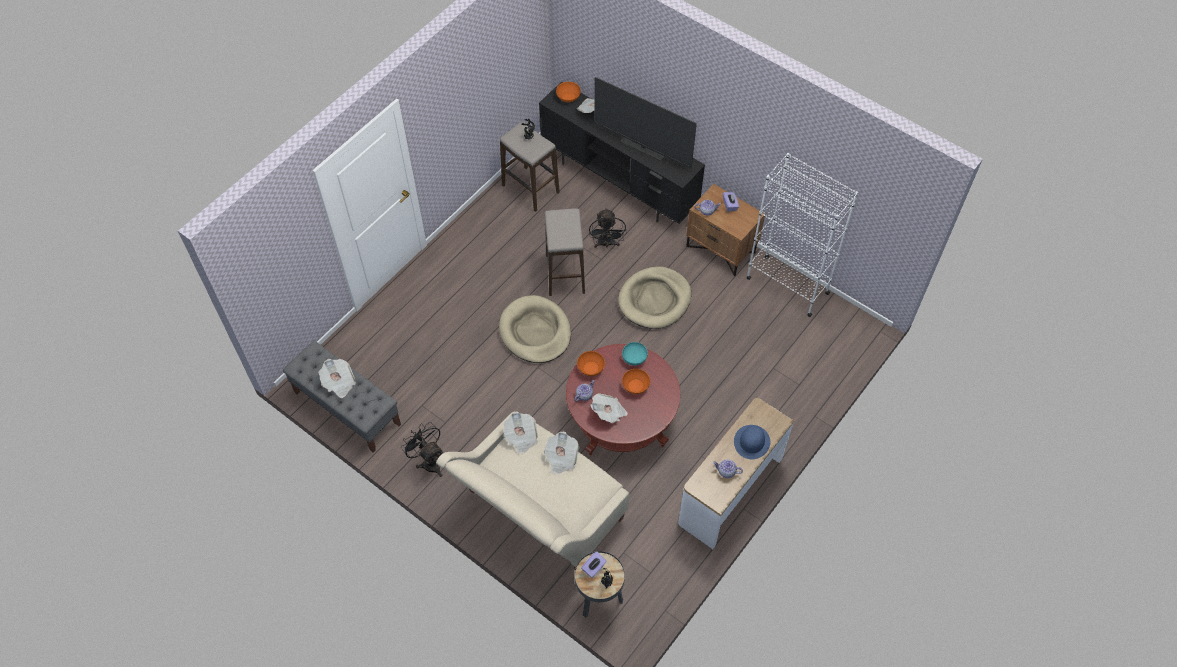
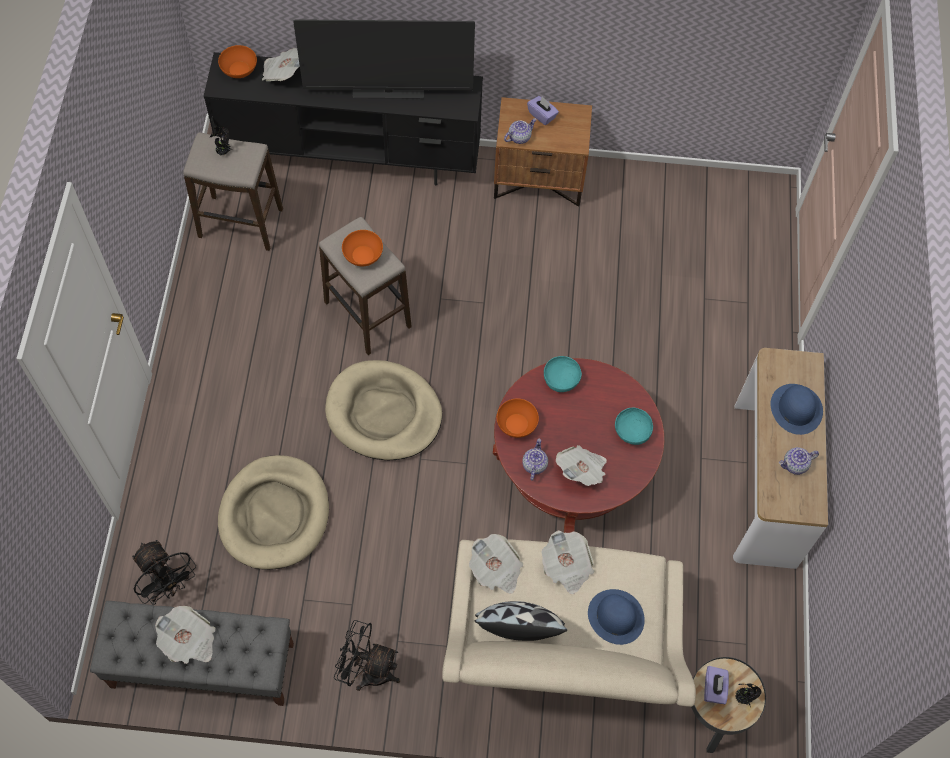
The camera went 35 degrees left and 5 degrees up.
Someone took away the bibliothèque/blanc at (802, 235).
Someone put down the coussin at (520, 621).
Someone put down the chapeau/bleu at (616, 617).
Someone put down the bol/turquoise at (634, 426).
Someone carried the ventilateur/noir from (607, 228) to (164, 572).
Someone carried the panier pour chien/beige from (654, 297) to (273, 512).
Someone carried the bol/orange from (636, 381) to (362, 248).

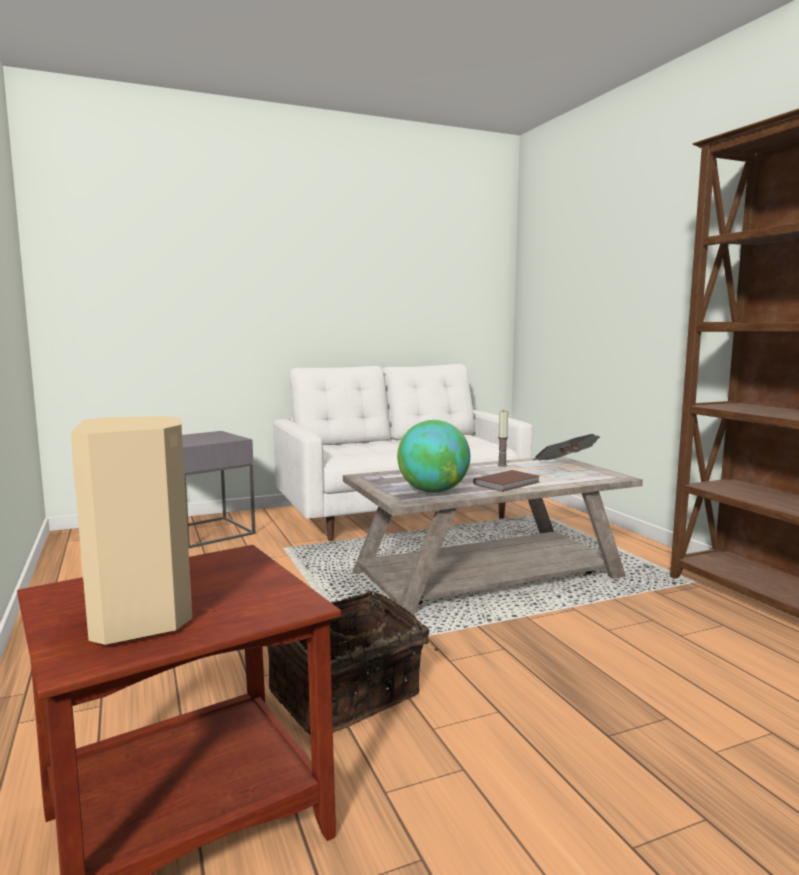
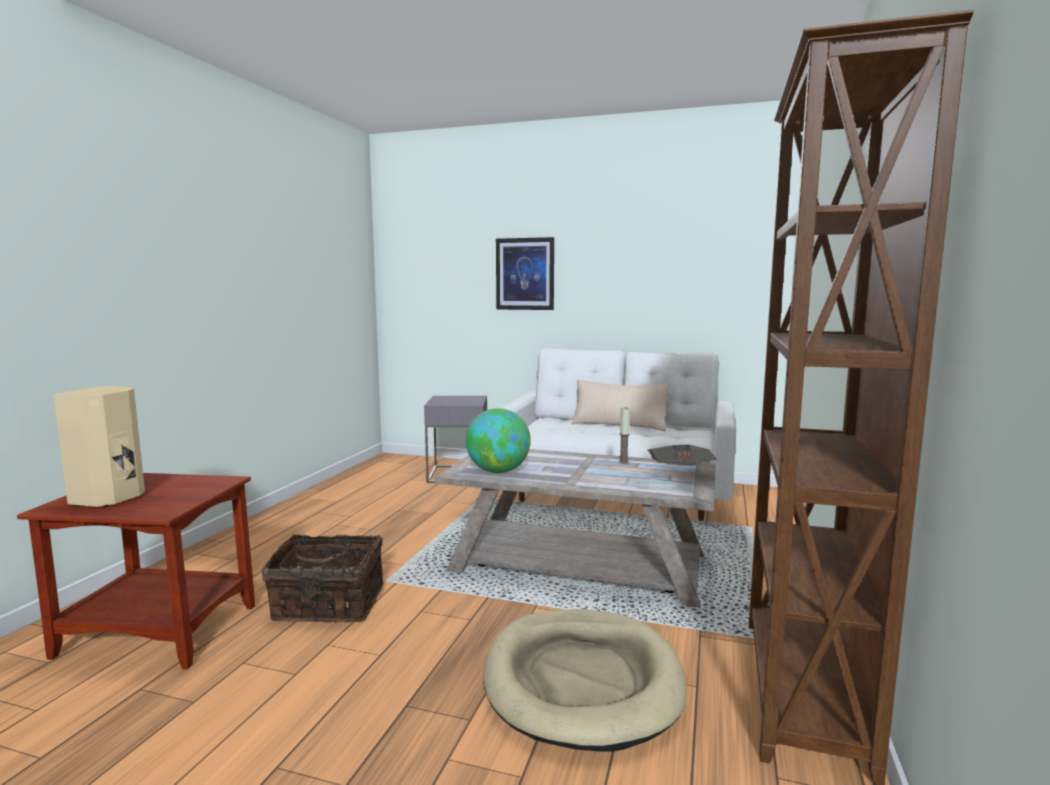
The camera went 40 degrees right and 0 degrees up.
Someone took away the livre/marron at (506, 481).
Someone put down the panier pour chien/beige at (585, 680).
Someone put up the tableau at (525, 273).
Someone put down the coussin/beige at (620, 405).

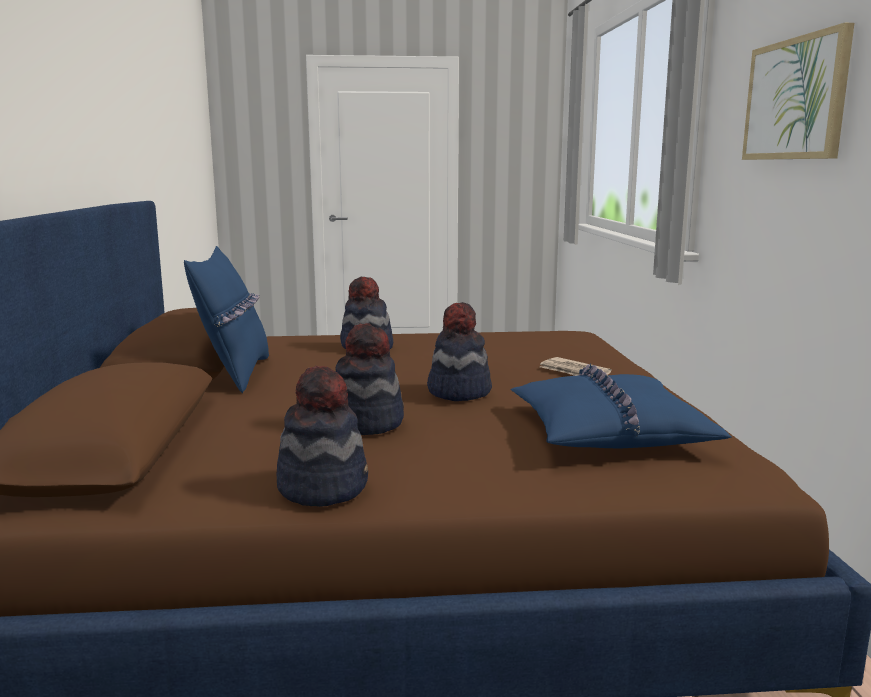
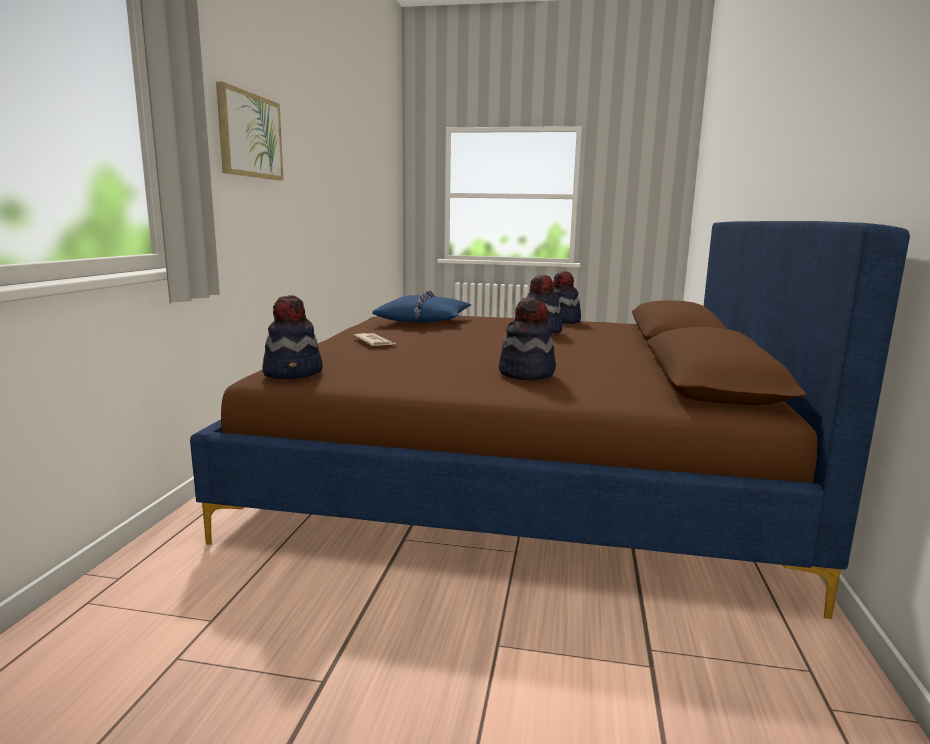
The camera went 165 degrees left and 0 degrees up.
Someone took away the coussin/bleu at (226, 319).
Someone carried the chapeau from (459, 351) to (292, 337).

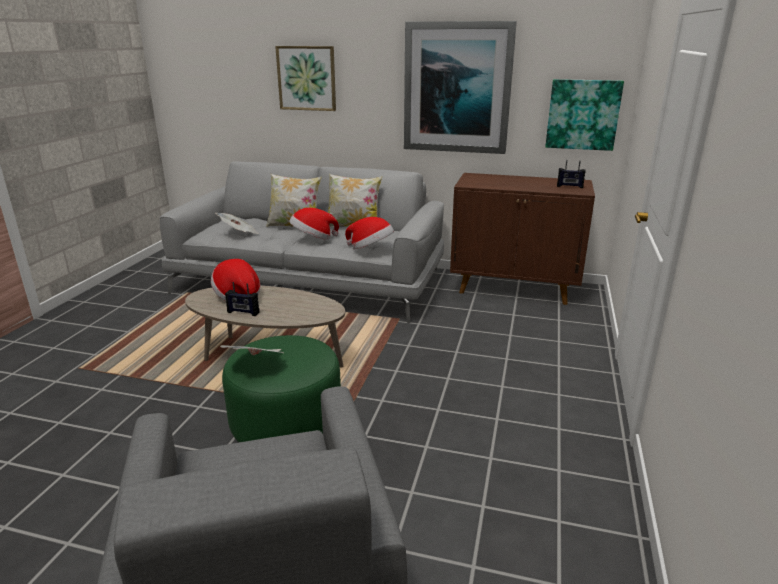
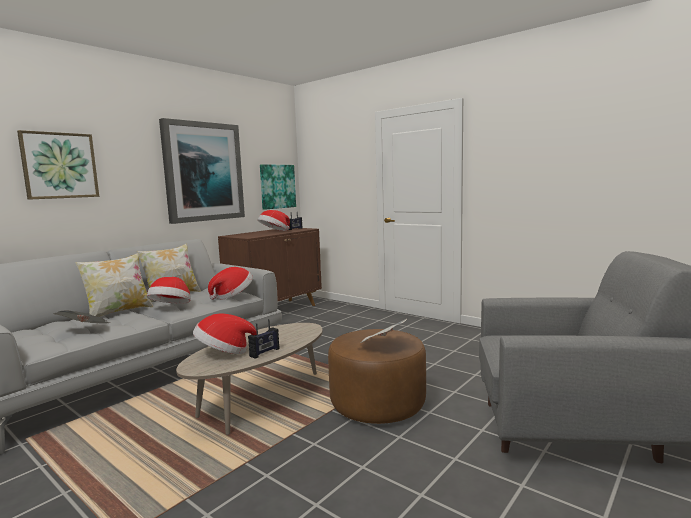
The camera went 65 degrees left and 15 degrees down.
Someone put down the chapeau at (274, 220).
Someone repainted the pouf/vert at (281, 388), which became the pouf/marron at (377, 376).

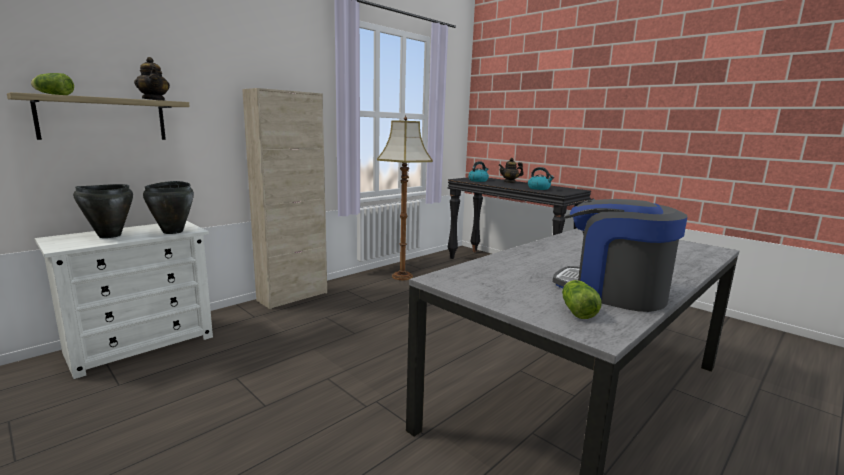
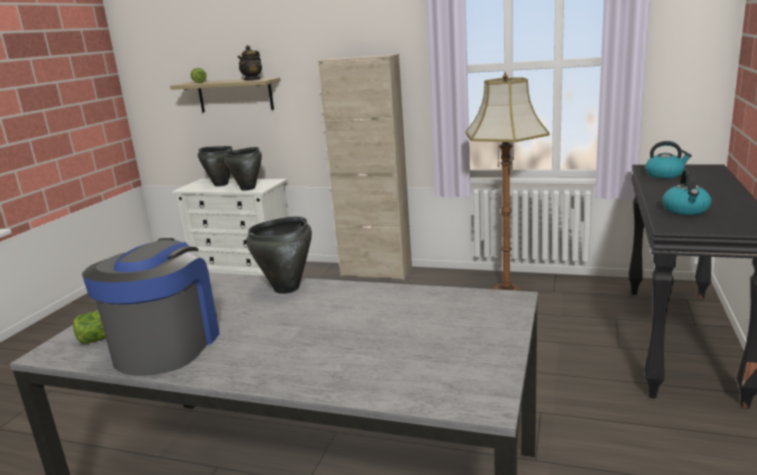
The camera went 65 degrees right and 5 degrees up.
Someone took away the théière at (511, 170).
Someone put down the marmite/noir at (279, 255).

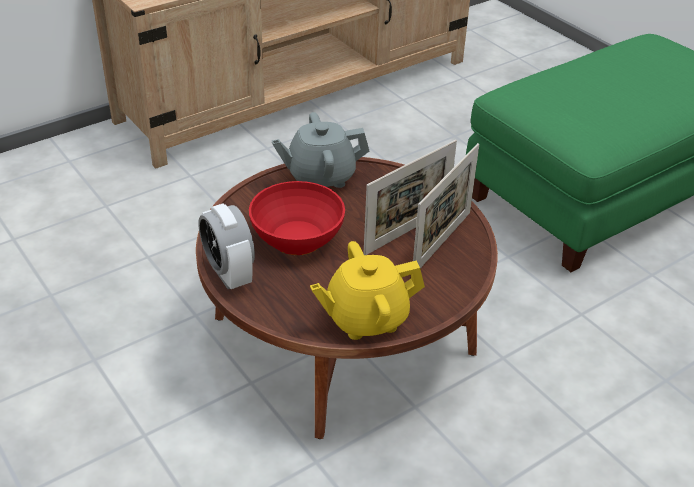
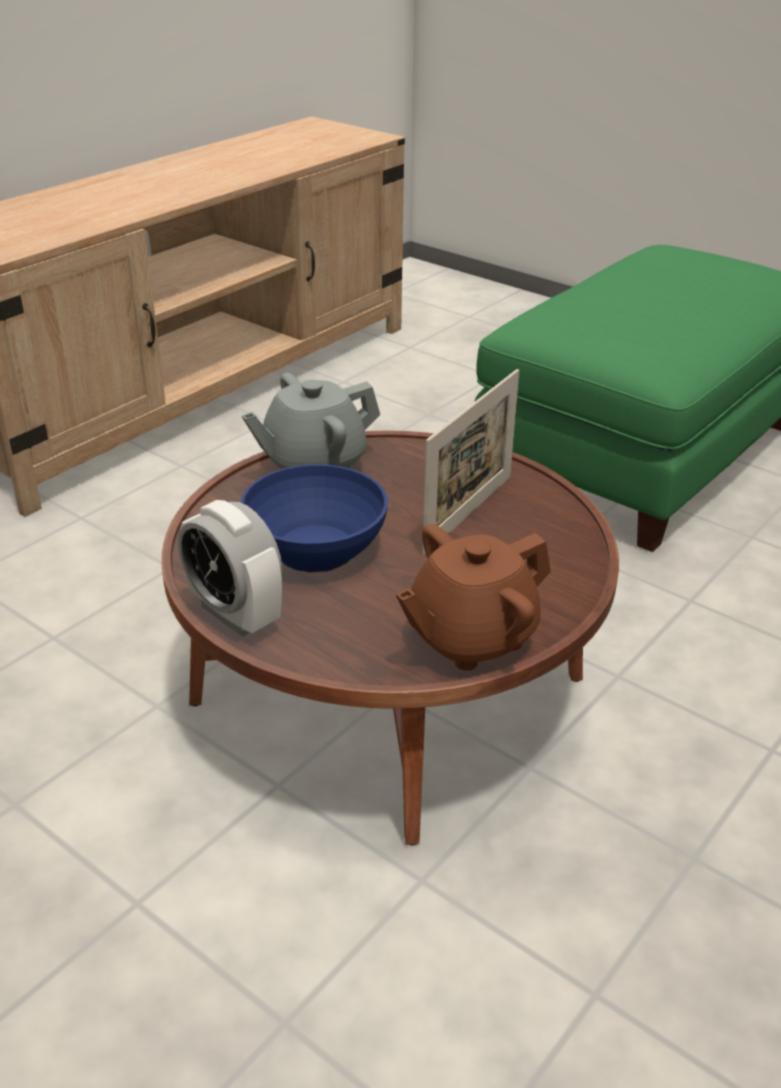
The camera went 15 degrees left and 5 degrees down.
Someone took away the cadre photo at (446, 205).
Someone repainted the bol/rouge at (297, 218), which became the bol/bleu at (314, 518).
Someone repainted the théière/jaune at (367, 290), which became the théière/marron at (473, 597).

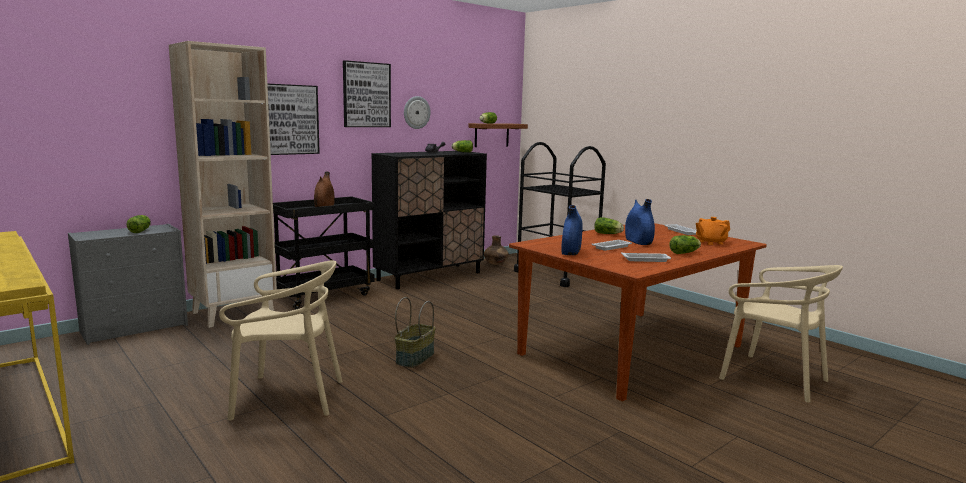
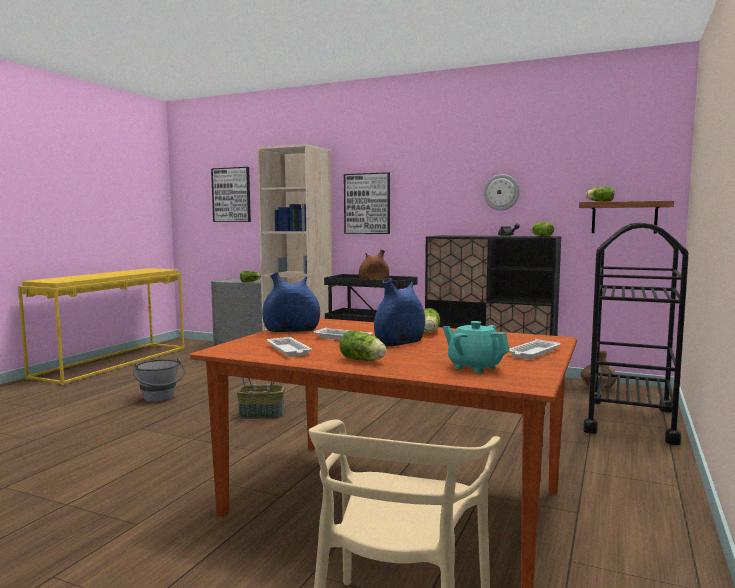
The camera went 65 degrees right and 5 degrees down.
Someone carried the tableau from (367, 93) to (231, 194).
Someone swapped the chaise/beige at (281, 341) for the seau/gris at (159, 380).
Someone repainted the théière/orange at (713, 231), which became the théière/turquoise at (476, 347).

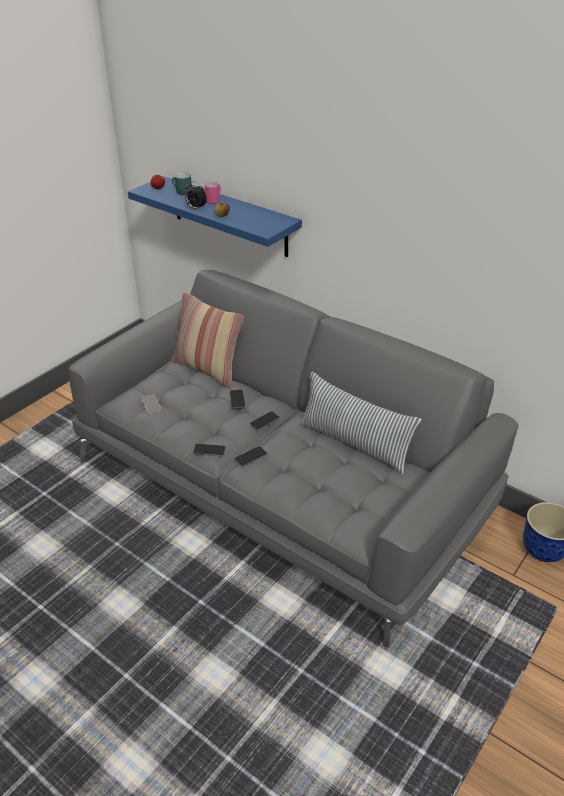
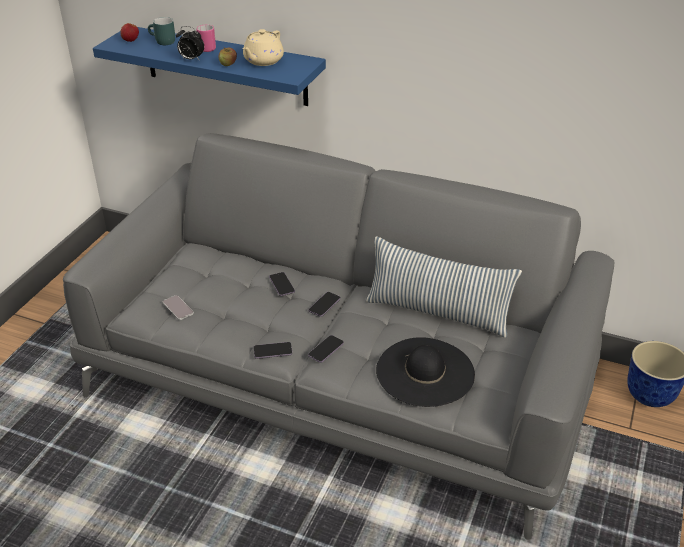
The camera went 15 degrees left and 0 degrees up.
Someone took away the coussin at (208, 340).
Someone put down the théière/beige at (263, 47).
Someone put down the chapeau/noir at (425, 372).

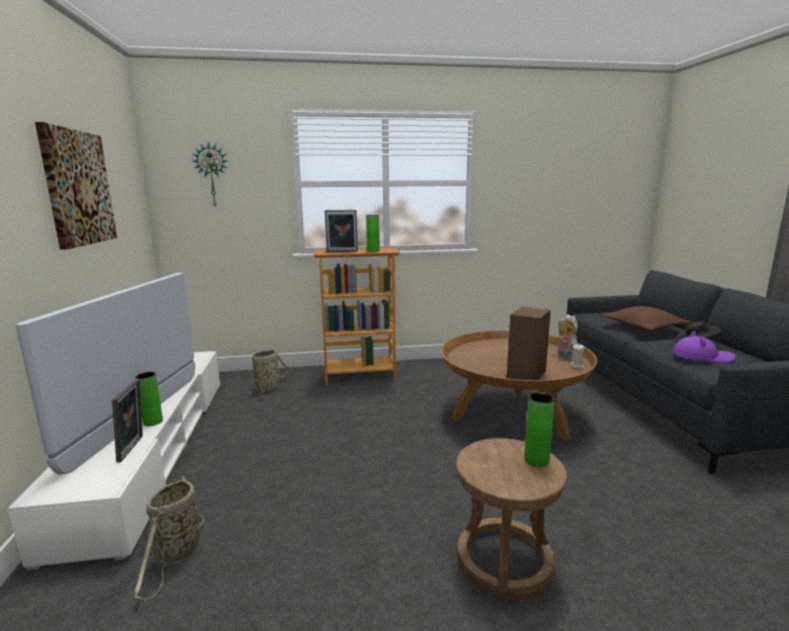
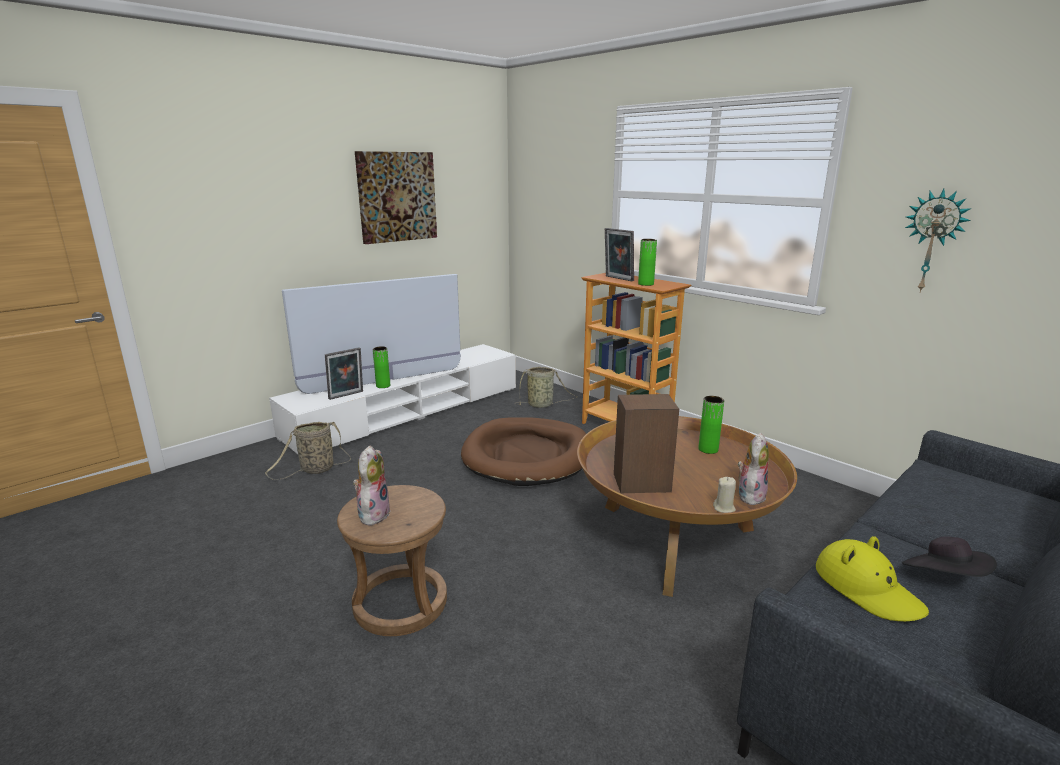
The camera went 55 degrees right and 5 degrees up.
Someone took away the coussin/marron at (646, 318).
Someone put down the peluche at (372, 485).
Someone put down the panier pour chien/marron at (523, 451).
Someone carried the horloge murale from (210, 174) to (938, 241).
Someone carried the vase/vert from (539, 429) to (711, 425).
Someone repainted the chapeau/violet at (704, 347), which became the chapeau/jaune at (872, 578).

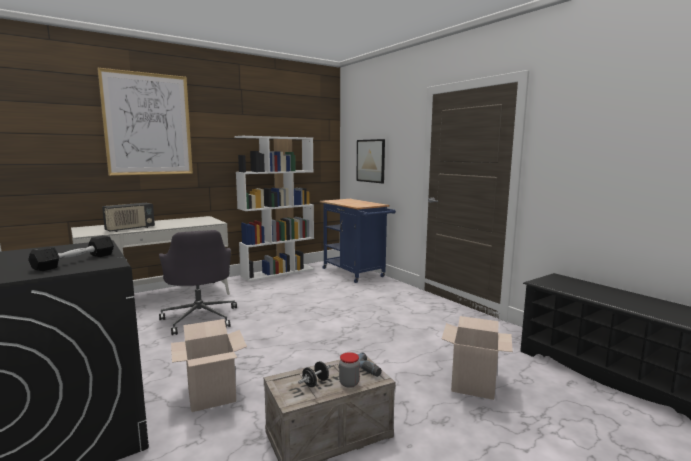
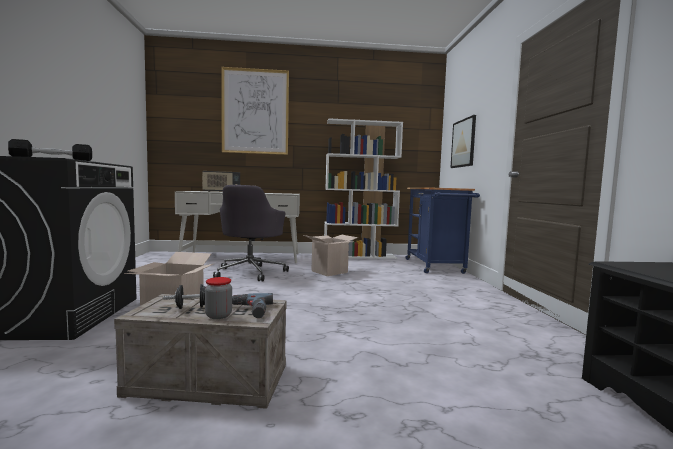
The camera went 30 degrees right and 5 degrees down.
Someone carried the carton from (477, 358) to (330, 255).

